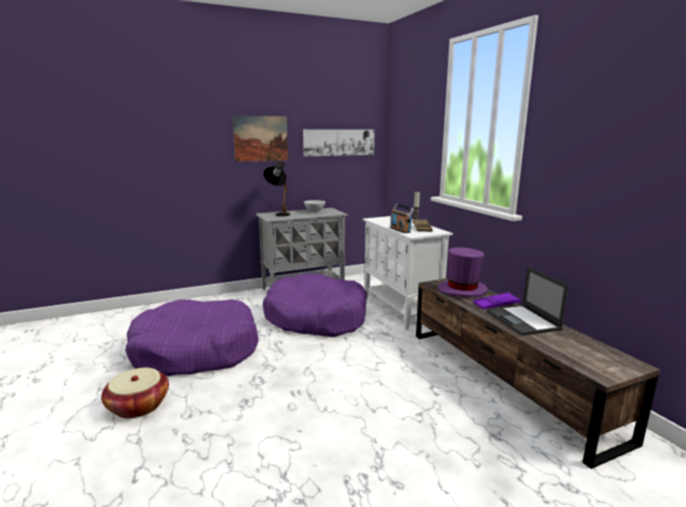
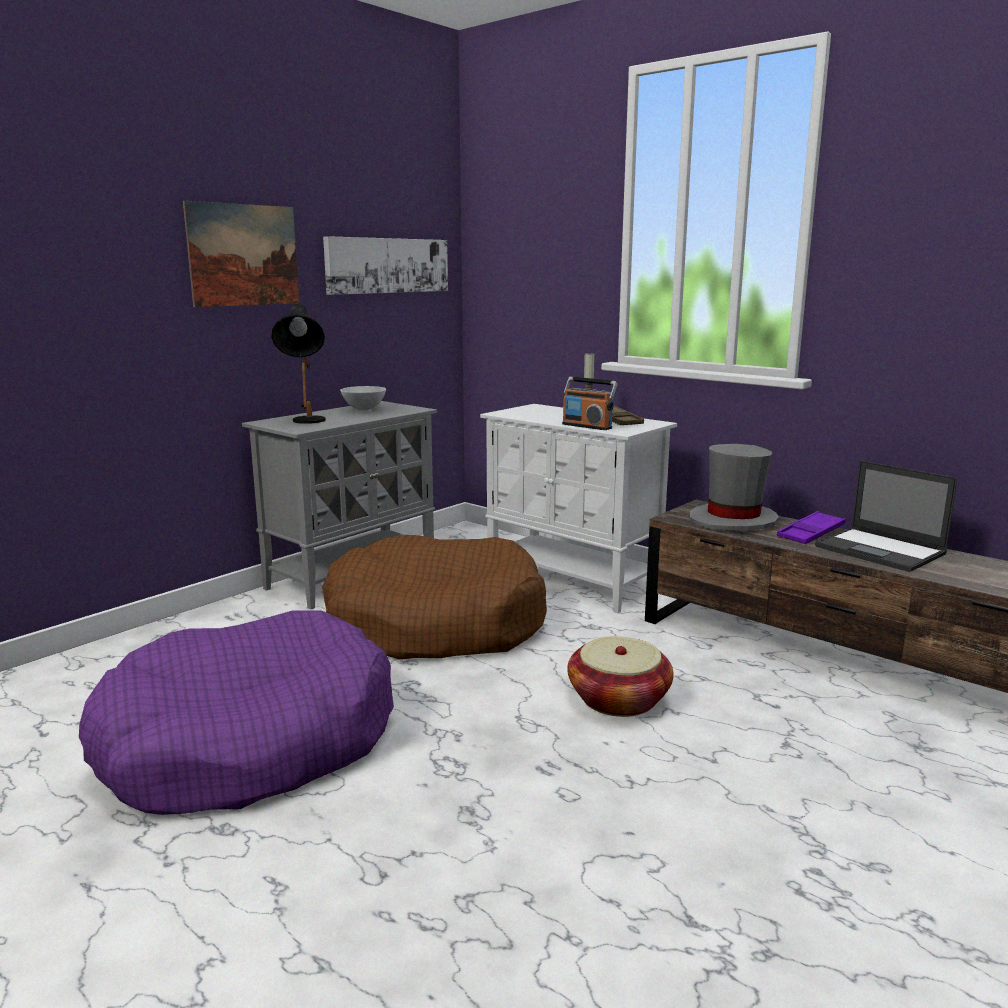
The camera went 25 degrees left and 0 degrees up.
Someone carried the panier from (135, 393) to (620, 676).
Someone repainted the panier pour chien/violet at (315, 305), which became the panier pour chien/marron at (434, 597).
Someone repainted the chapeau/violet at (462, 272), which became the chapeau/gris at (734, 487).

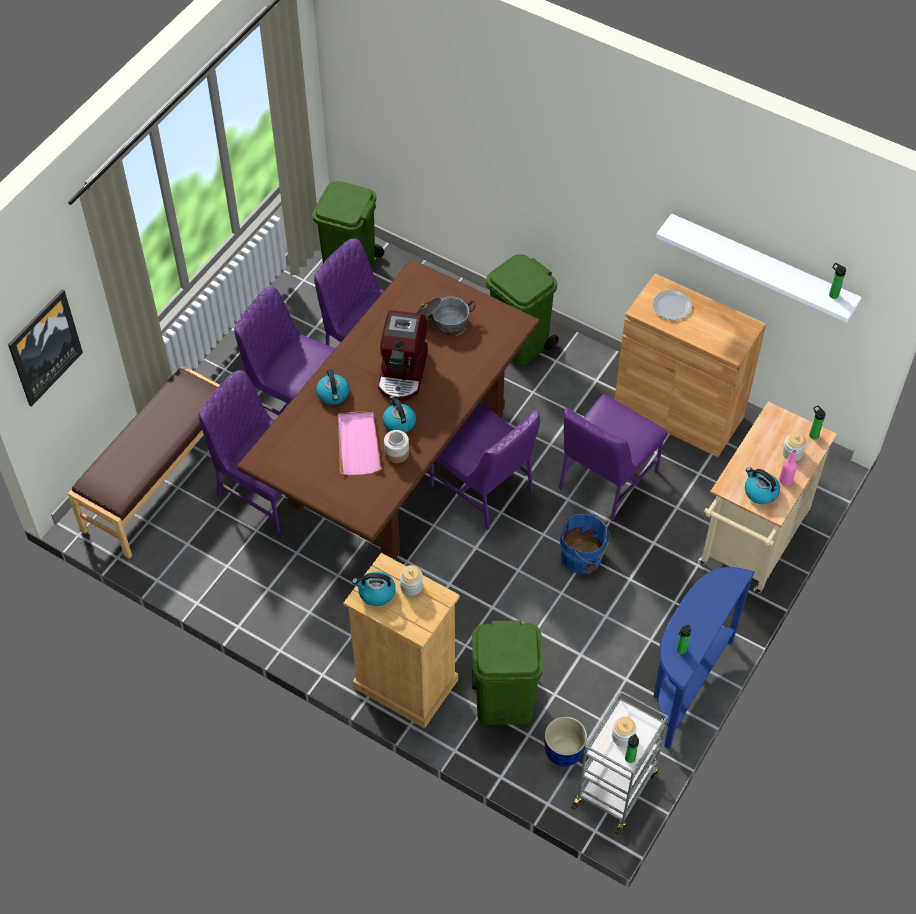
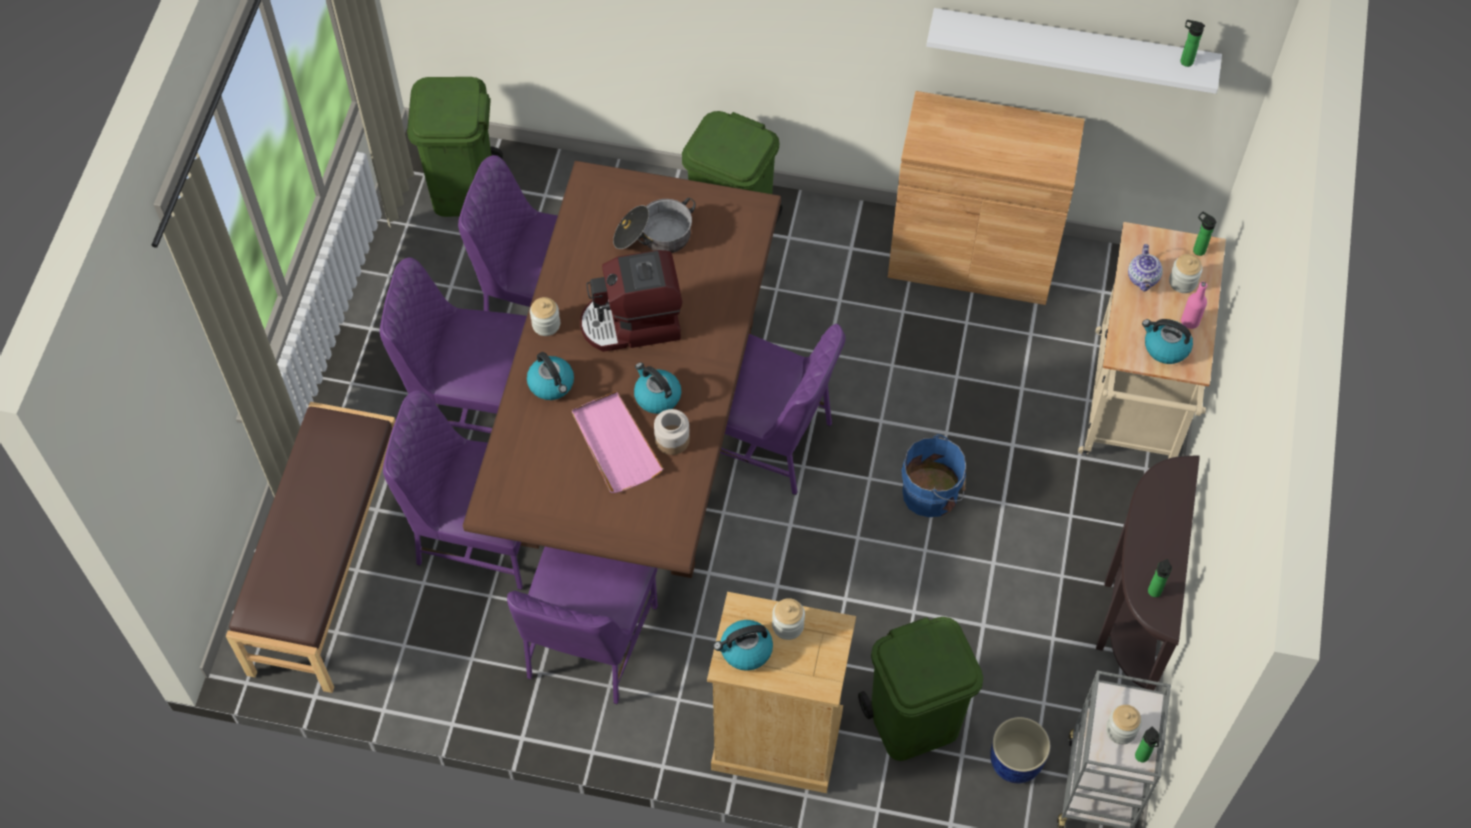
The camera went 20 degrees left and 5 degrees up.
Someone took away the tableau at (45, 348).
Someone took away the assiette at (672, 305).
Someone put down the bocal at (545, 316).
Someone put down the théière at (1145, 267).
Someone carried the chaise/violet from (613, 457) to (582, 625).
Someone repainted the table console/bleu at (704, 658), which became the table console/marron at (1148, 573).
Someone rotated the machine à café at (403, 355) by 90 degrees clockwise.

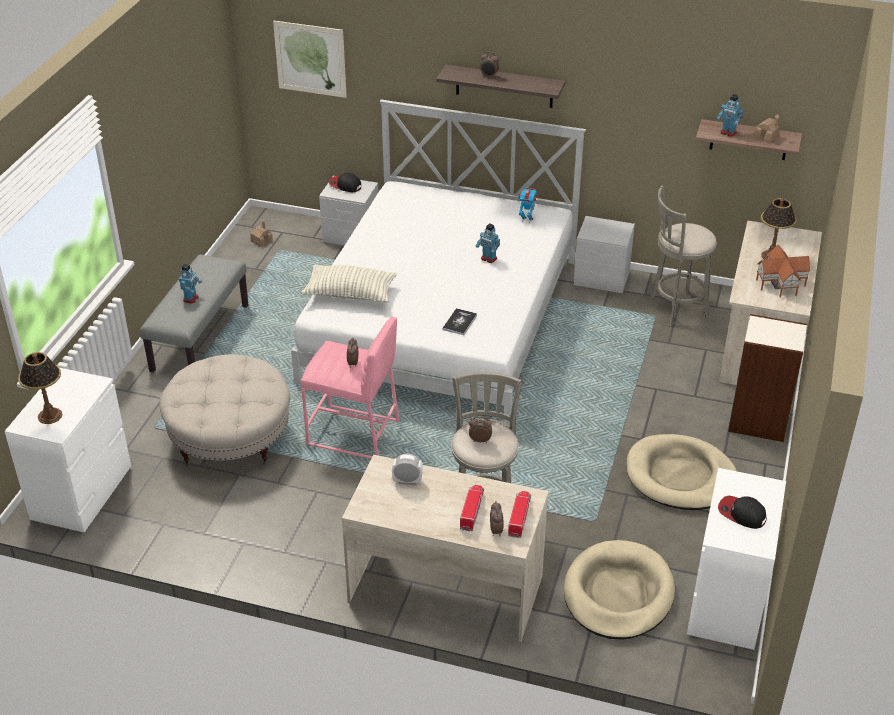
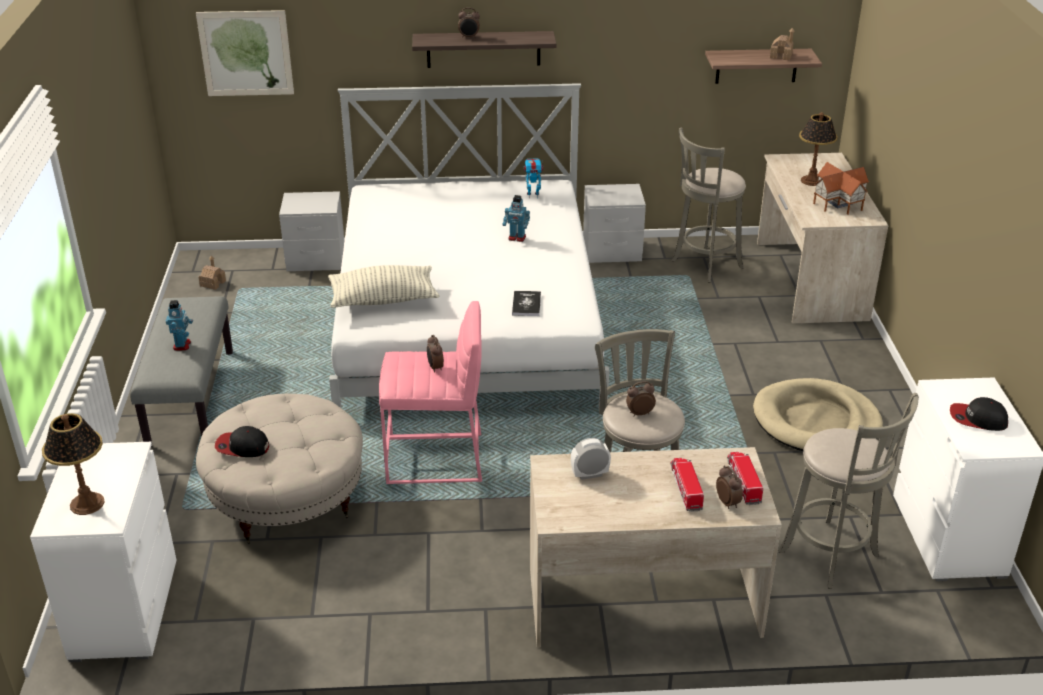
The camera went 20 degrees left and 5 degrees down.
Someone took away the robot jouet at (730, 115).
Someone took away the bibliothèque at (767, 378).
Someone carried the casquette from (345, 182) to (242, 441).
Someone swapped the panier pour chien/beige at (619, 590) for the tabouret/gris at (849, 491).

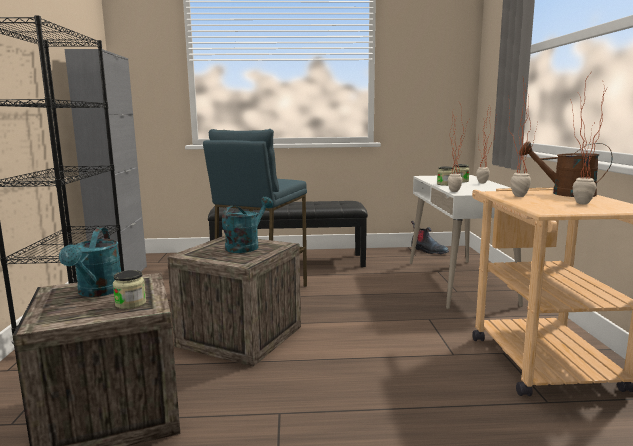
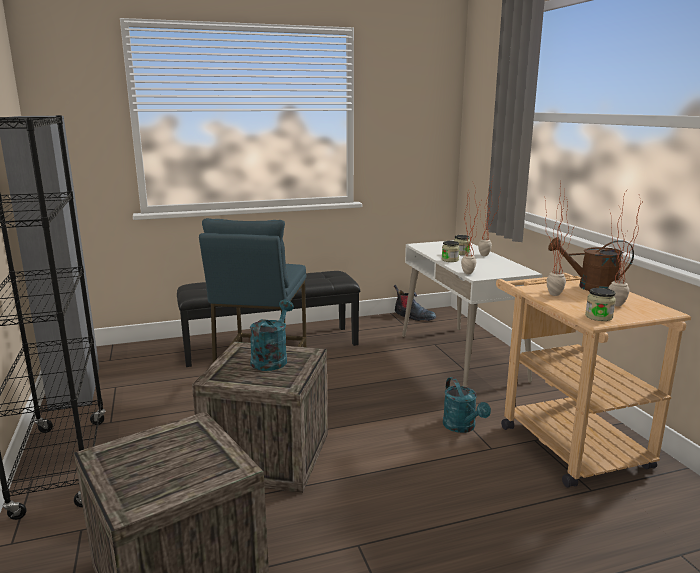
The camera went 15 degrees left and 5 degrees up.
Someone carried the arrosoir/turquoise from (90, 262) to (467, 405).
Someone carried the bocal from (129, 289) to (600, 304).

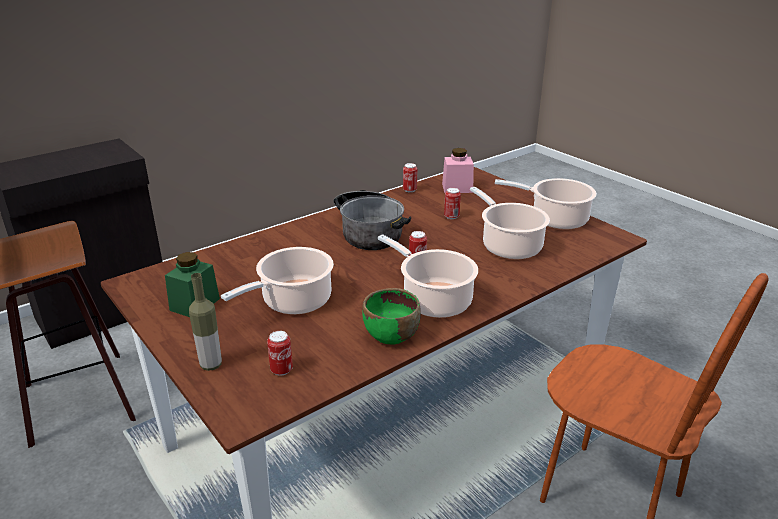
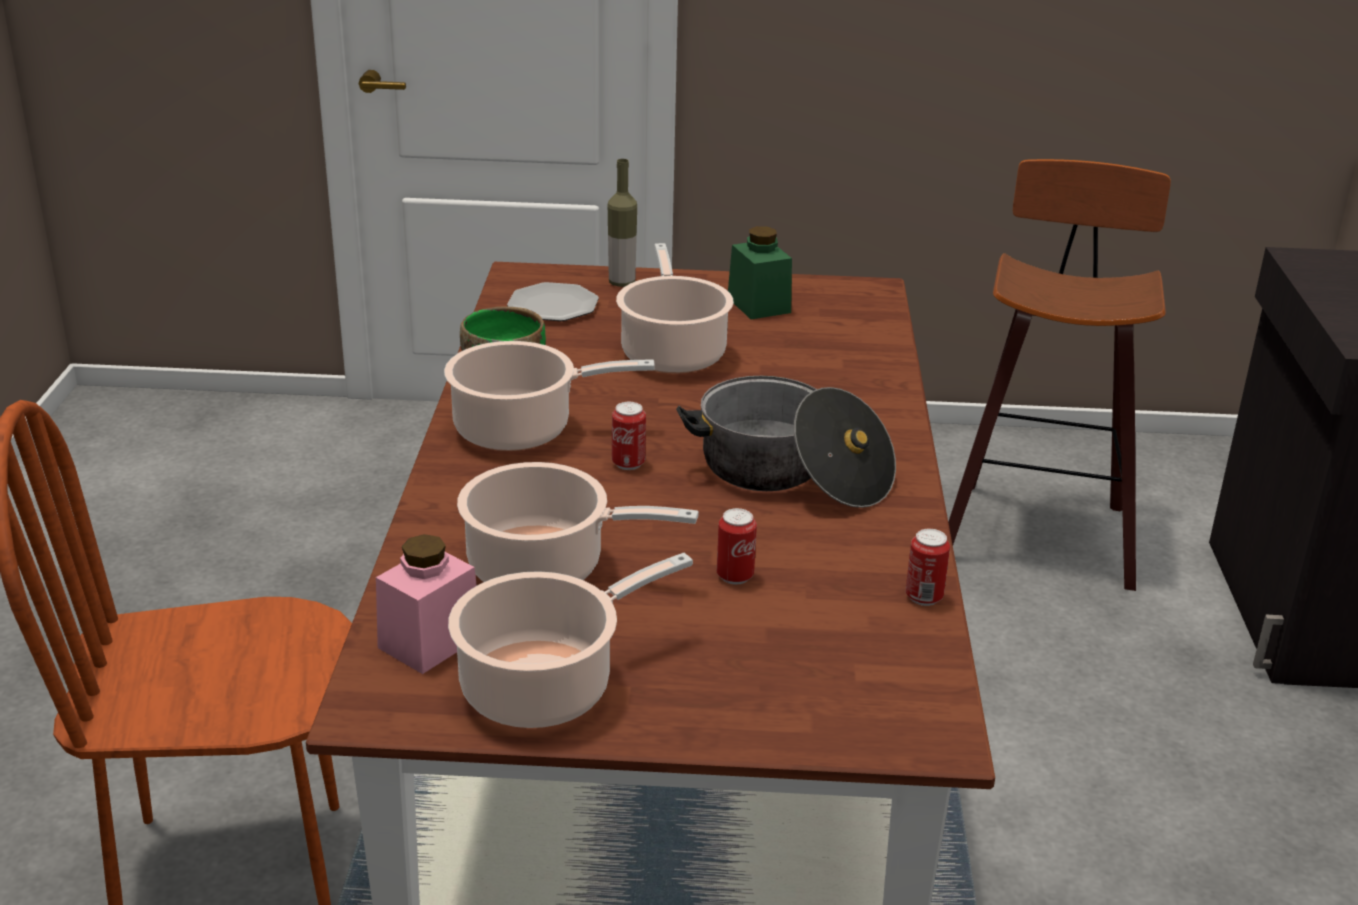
The camera went 130 degrees right and 0 degrees up.
Someone carried the bocal/rose from (458, 170) to (426, 604).
Someone swapped the boîte métallique at (280, 353) for the assiette at (553, 301).

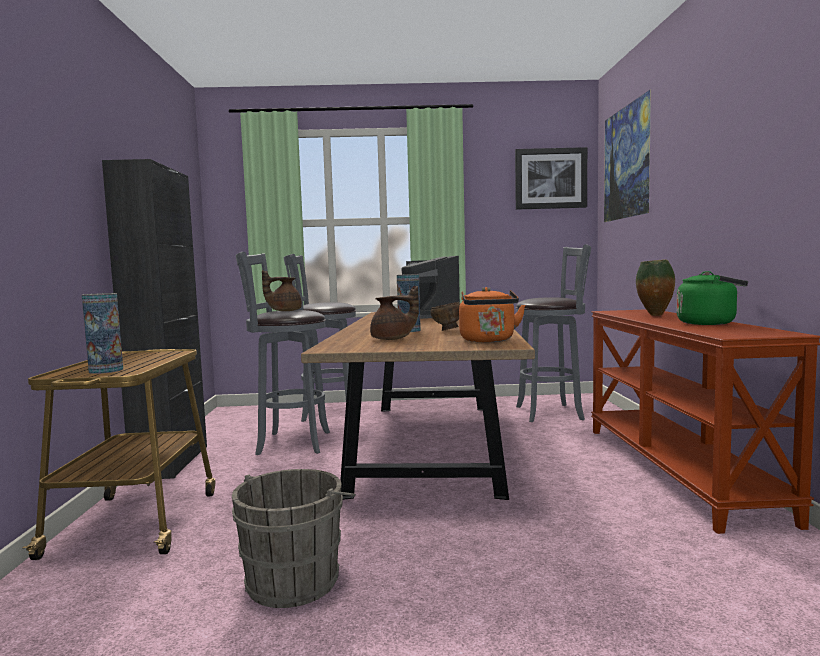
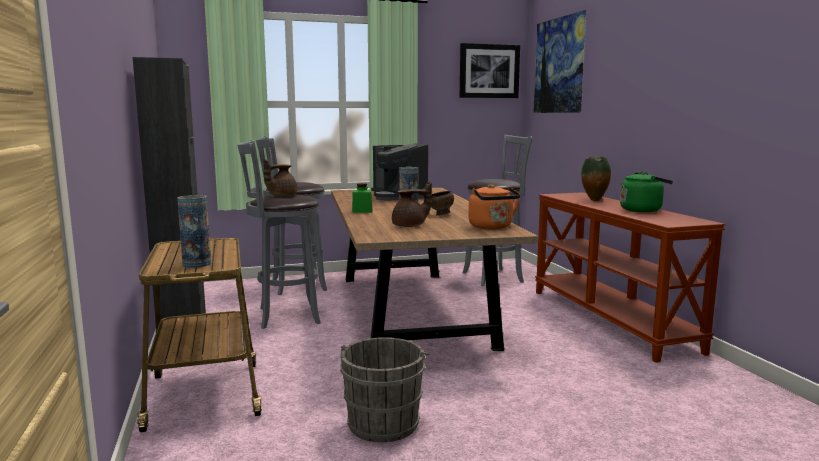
The camera went 15 degrees left and 5 degrees up.
Someone put down the bocal/vert at (362, 198).

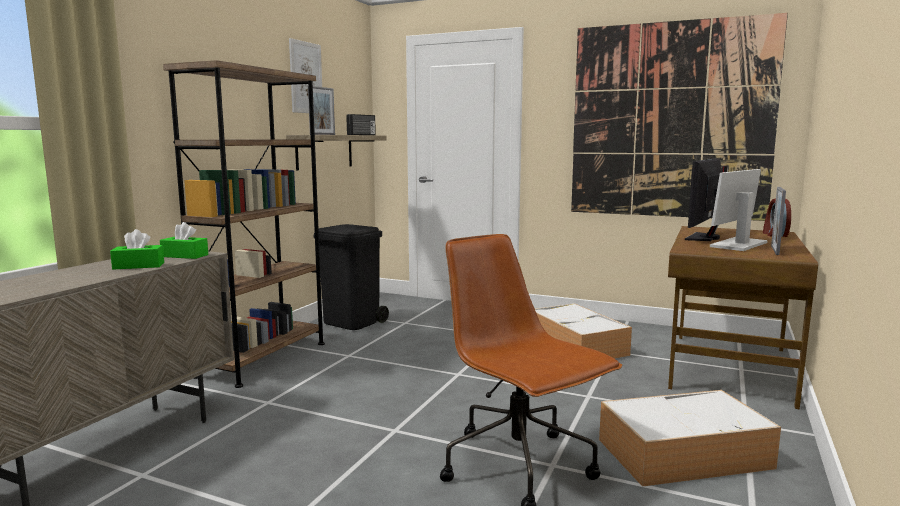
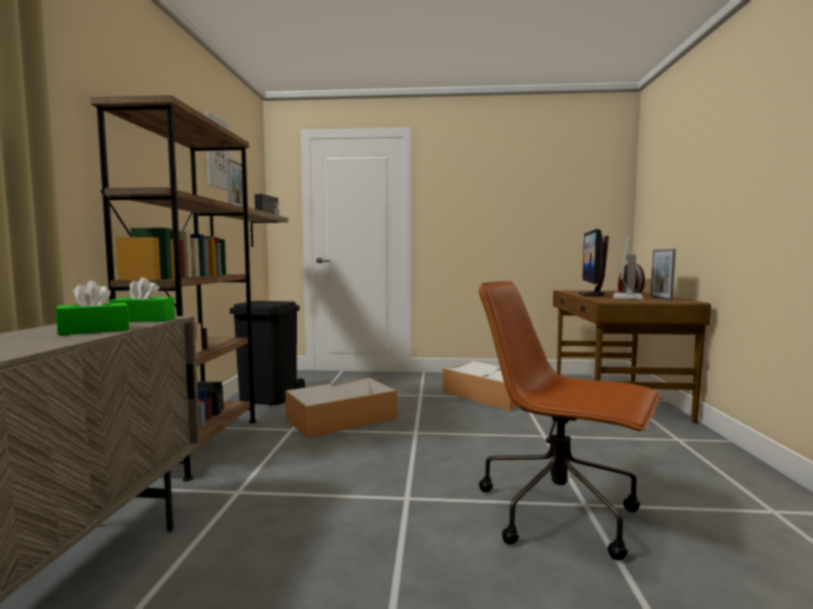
The camera went 20 degrees left and 5 degrees down.
Someone took away the tableau at (679, 117).
Someone carried the boîte de rangement from (690, 438) to (341, 408).

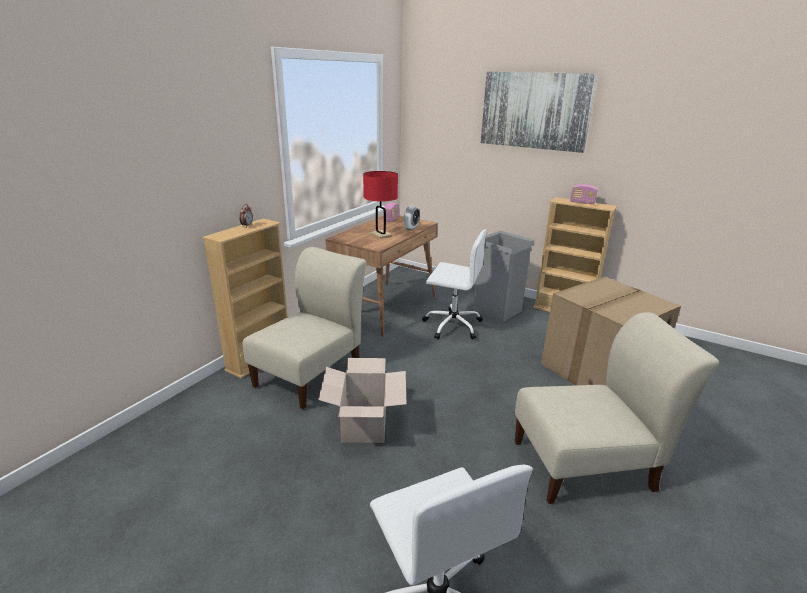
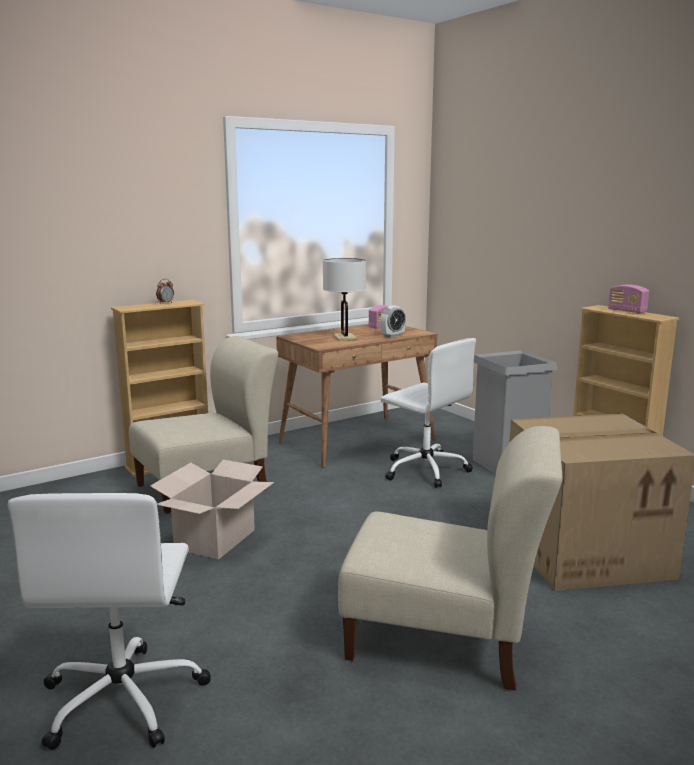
The camera went 25 degrees right and 10 degrees down.
Someone took away the tableau at (539, 112).
Someone repainted the lampe de table/rouge at (380, 205), which became the lampe de table/blanc at (344, 299).

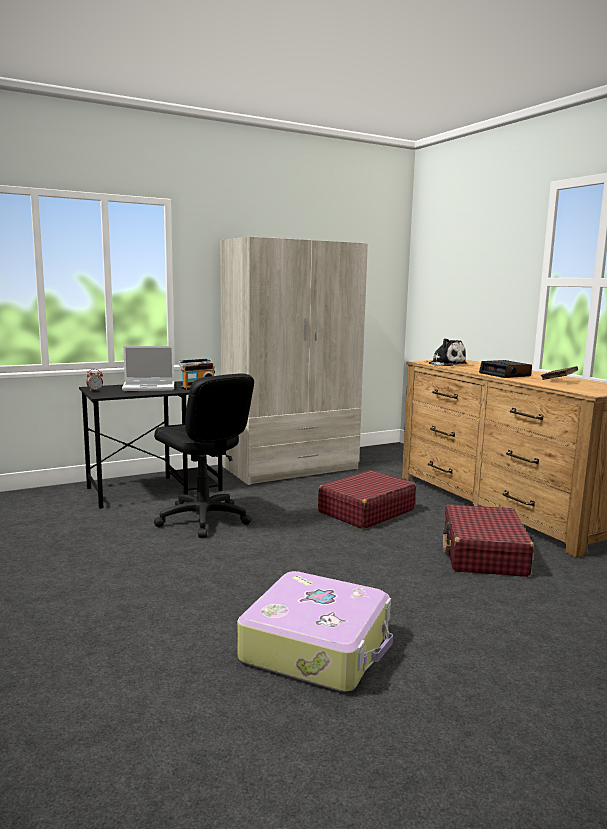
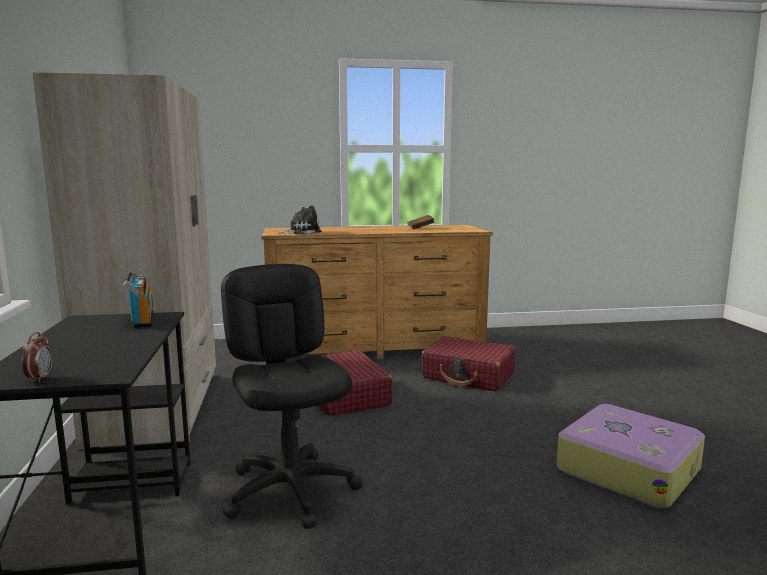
The camera went 70 degrees left and 0 degrees up.
Someone took away the ordinateur portable at (148, 368).
Someone took away the réveil at (505, 369).
Someone rotated the chaise de bureau/noir at (204, 456) by 90 degrees counterclockwise.

